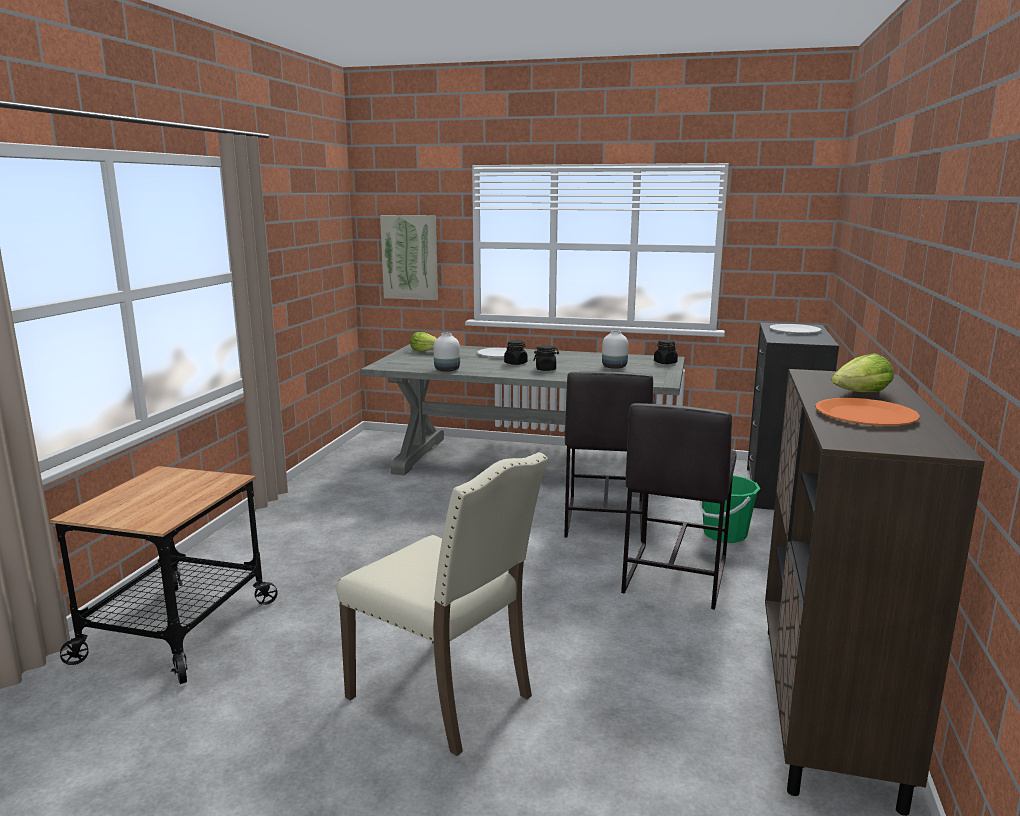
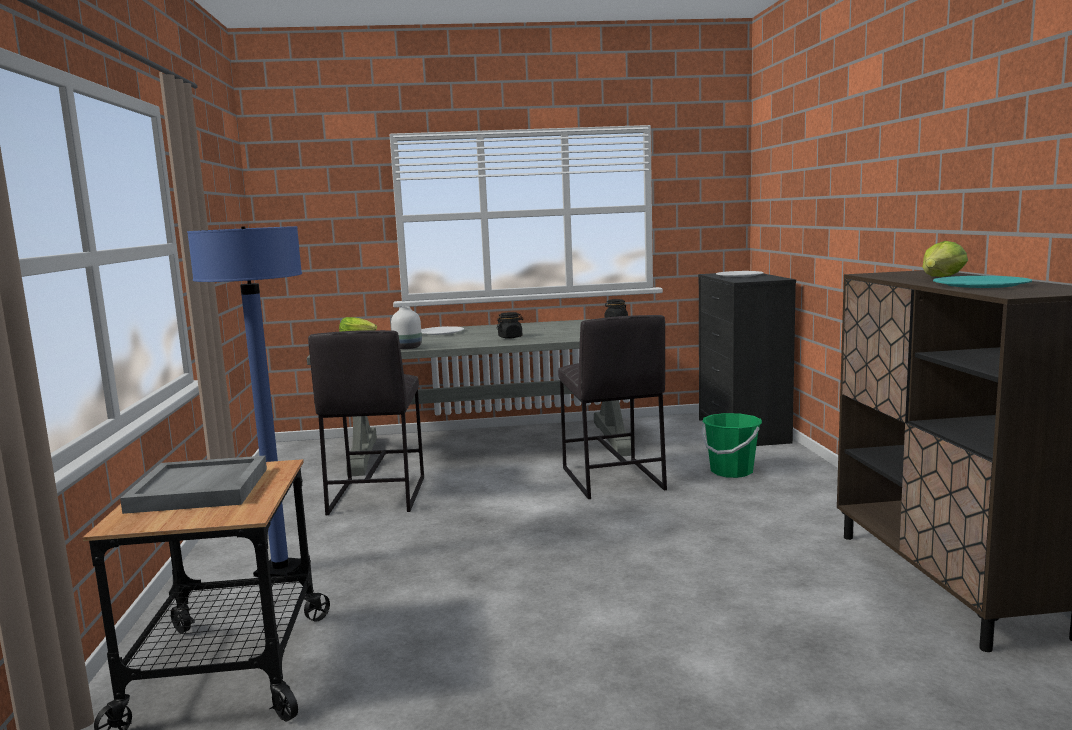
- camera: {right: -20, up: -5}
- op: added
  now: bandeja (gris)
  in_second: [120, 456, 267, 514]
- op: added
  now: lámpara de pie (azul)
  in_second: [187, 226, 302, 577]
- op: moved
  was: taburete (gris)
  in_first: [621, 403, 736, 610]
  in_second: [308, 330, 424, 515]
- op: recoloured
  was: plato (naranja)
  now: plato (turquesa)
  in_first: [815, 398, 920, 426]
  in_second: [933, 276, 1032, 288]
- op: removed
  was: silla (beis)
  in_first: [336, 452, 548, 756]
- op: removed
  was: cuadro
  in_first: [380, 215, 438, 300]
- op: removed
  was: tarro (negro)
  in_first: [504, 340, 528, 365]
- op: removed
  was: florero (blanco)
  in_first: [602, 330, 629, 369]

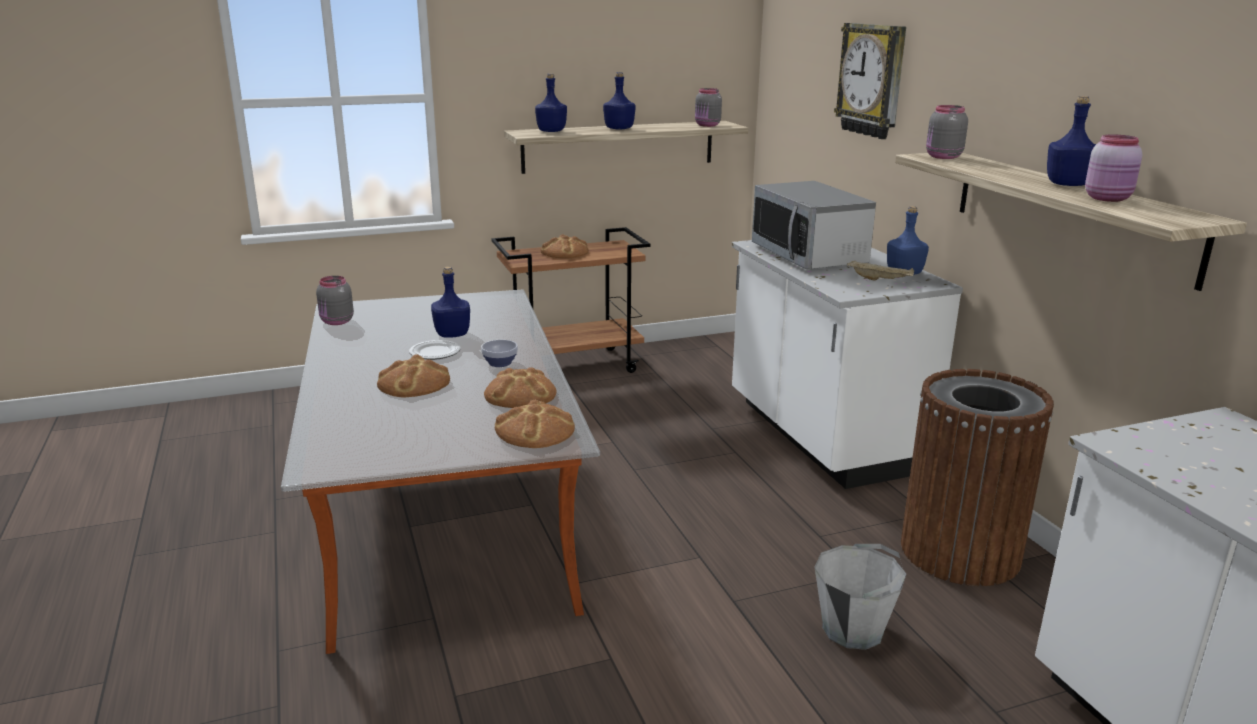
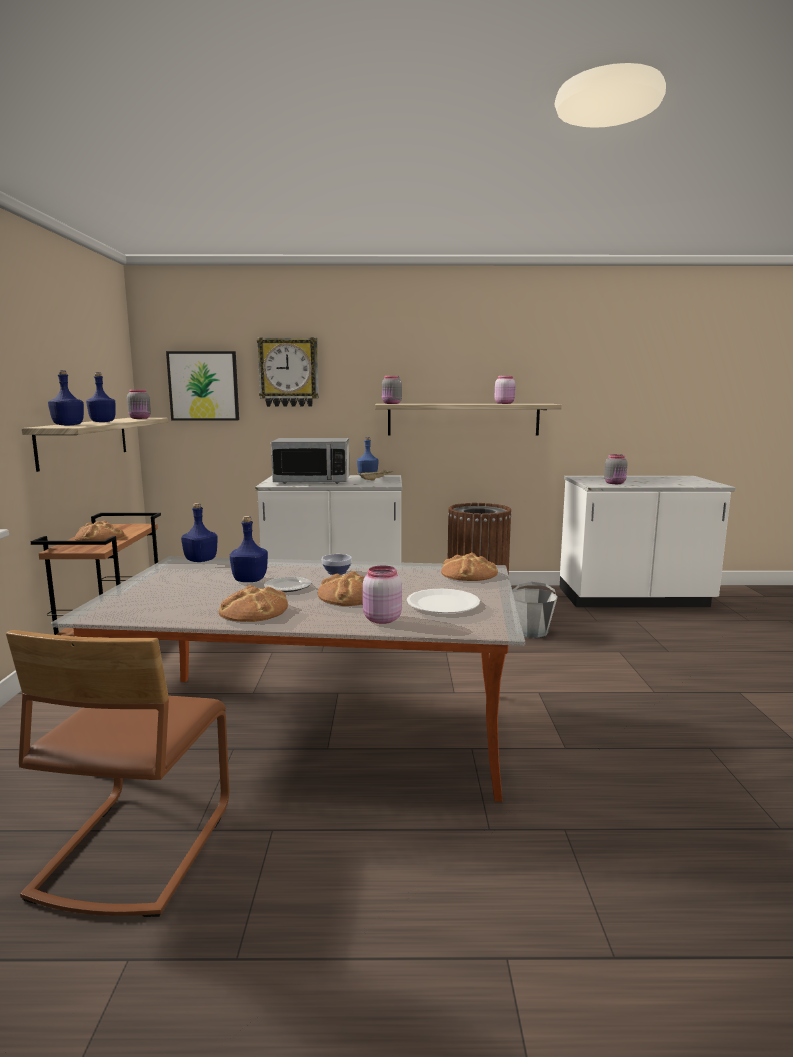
- camera: {right: -70, up: -10}
- op: added
  now: silla (marrón)
  in_second: [6, 630, 229, 917]
- op: added
  now: cuadro
  in_second: [166, 351, 239, 420]
- op: moved
  was: botella (azul)
  in_first: [1047, 96, 1096, 186]
  in_second: [181, 503, 218, 562]
- op: moved
  was: pan
  in_first: [484, 367, 557, 408]
  in_second: [219, 585, 288, 622]
- op: added
  now: tarro (rosa)
  in_second: [363, 566, 402, 624]
- op: added
  now: plato (blanco)
  in_second: [407, 589, 480, 613]
- op: moved
  was: tarro (gris)
  in_first: [316, 276, 354, 325]
  in_second: [604, 454, 628, 484]

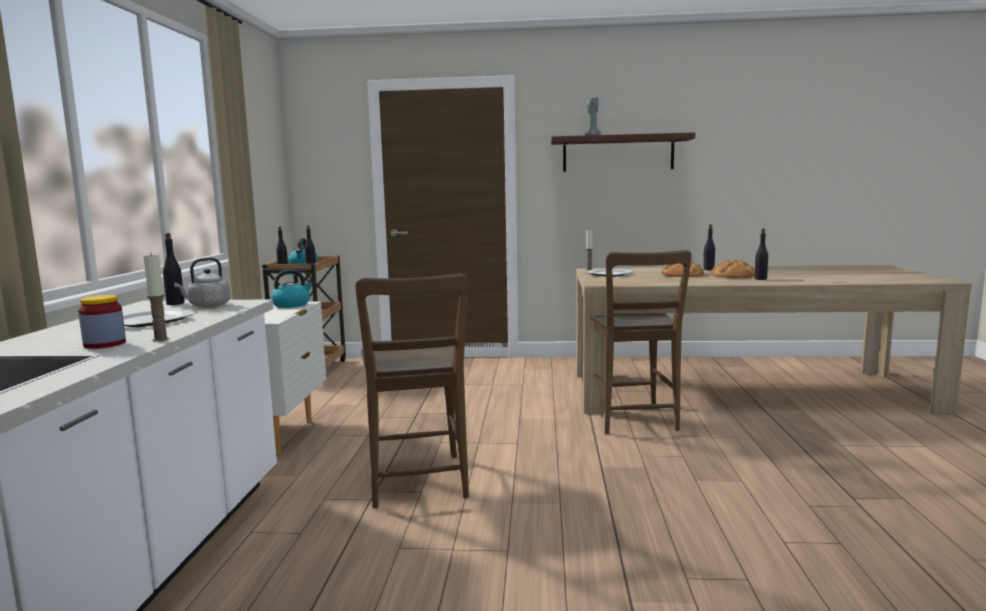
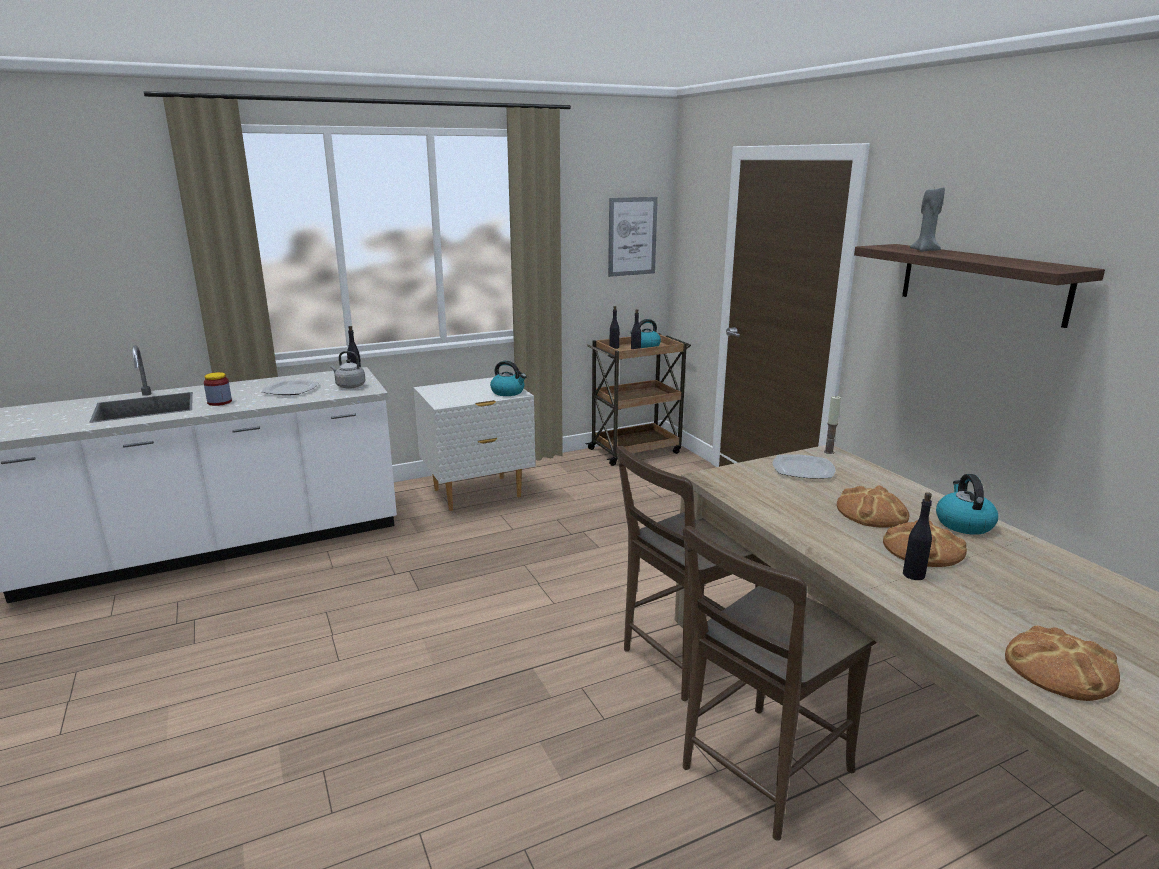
- camera: {right: 60, up: 10}
- op: added
  now: cuadro
  in_second: [608, 197, 658, 277]
- op: moved
  was: silla (marrón)
  in_first: [355, 273, 469, 508]
  in_second: [683, 526, 877, 841]
- op: replaced
  was: botella (negro)
  now: hervidor
  in_first: [703, 224, 715, 270]
  in_second: [936, 474, 998, 535]
- op: added
  now: pan
  in_second: [1005, 625, 1120, 701]
- op: removed
  was: vela
  in_first: [144, 253, 169, 342]

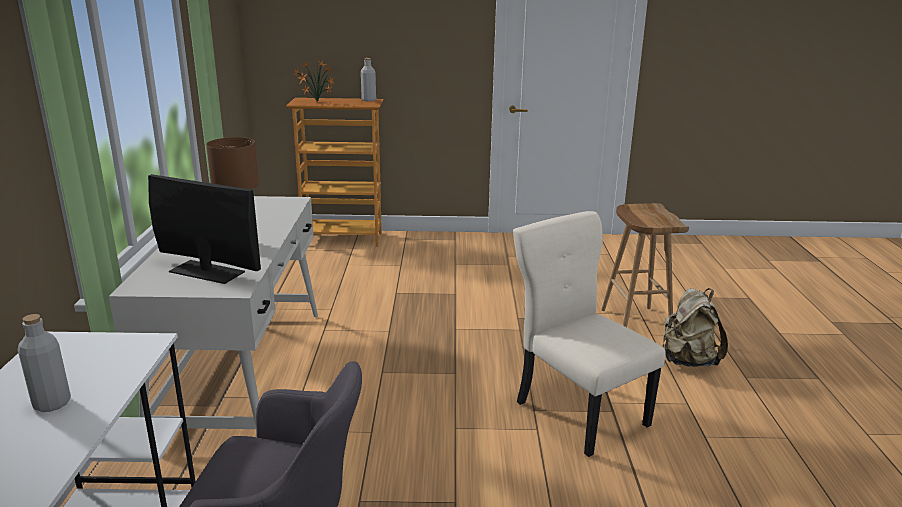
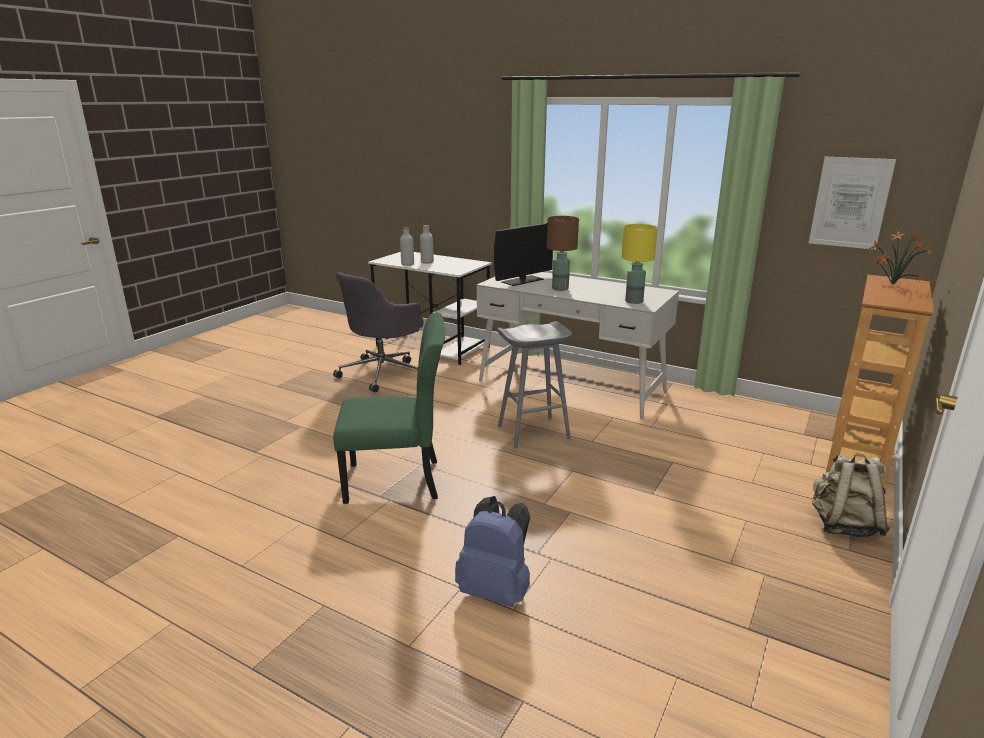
- camera: {right: 120, up: 0}
- op: recoloured
  was: silla (beis)
  now: silla (verde)
  in_first: [513, 211, 665, 457]
  in_second: [333, 312, 445, 504]
- op: moved
  was: botella (gris)
  in_first: [361, 58, 376, 101]
  in_second: [400, 227, 414, 266]
- op: replaced
  was: taburete (marrón)
  now: mochila (azul)
  in_first: [601, 203, 689, 327]
  in_second: [455, 496, 531, 607]
- op: added
  now: taburete (gris)
  in_second: [498, 321, 572, 449]
- op: added
  now: lámpara de mesa (amarillo)
  in_second: [621, 224, 658, 304]
- op: added
  now: cuadro
  in_second: [809, 156, 896, 250]
- op: moved
  was: mochila (beis)
  in_first: [662, 288, 728, 367]
  in_second: [812, 453, 890, 538]

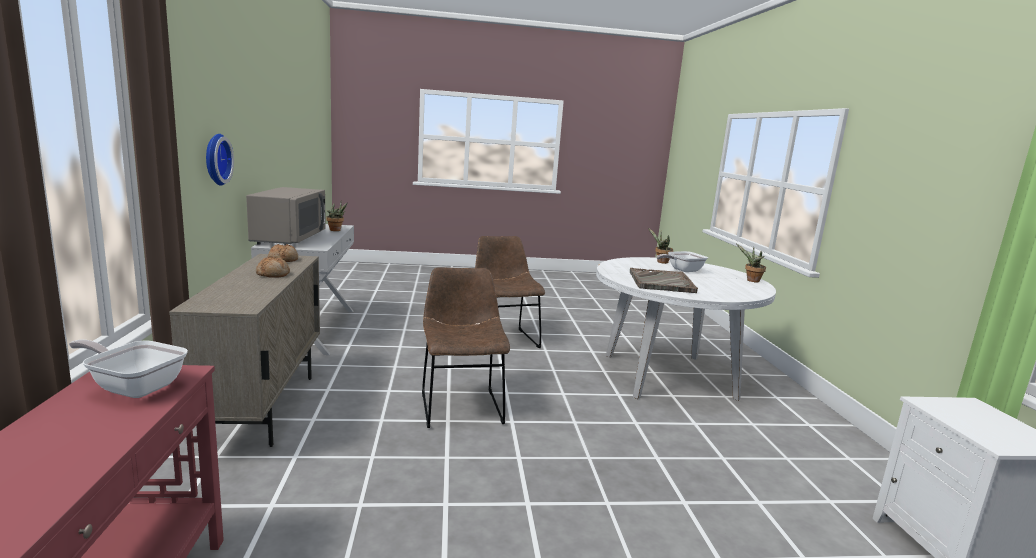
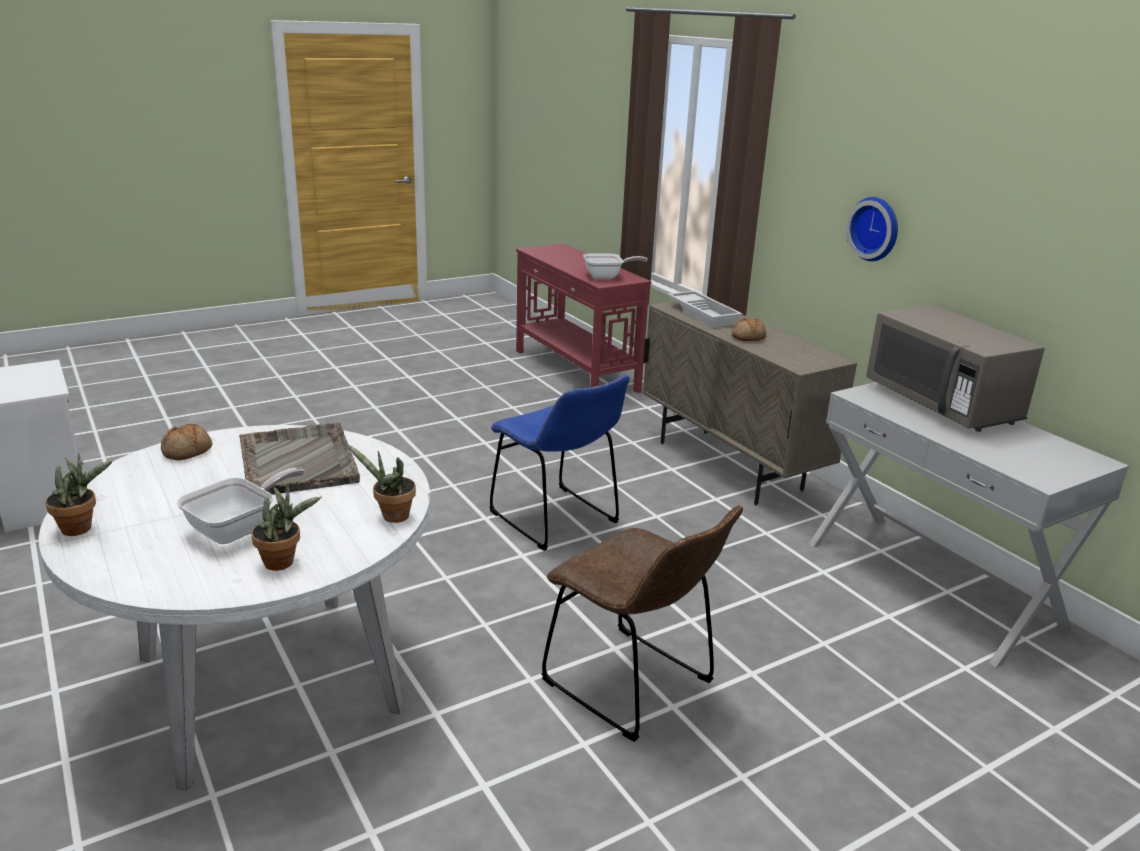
- camera: {right: 155, up: 10}
- op: moved
  was: pan
  in_first: [268, 244, 298, 262]
  in_second: [161, 424, 213, 460]
- op: moved
  was: planta en maceta
  in_first: [326, 202, 348, 231]
  in_second: [346, 443, 416, 523]
- op: recoloured
  was: silla (marrón)
  now: silla (azul)
  in_first: [422, 267, 510, 428]
  in_second: [489, 375, 630, 551]
- op: added
  now: bandeja (blanco)
  in_second: [667, 291, 742, 328]

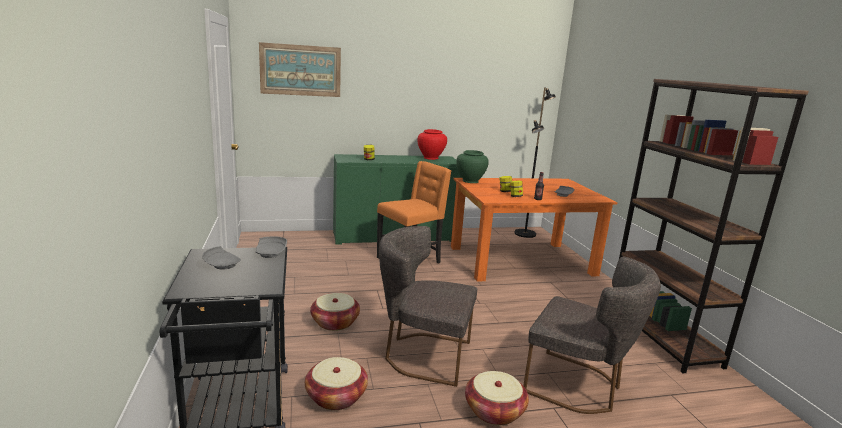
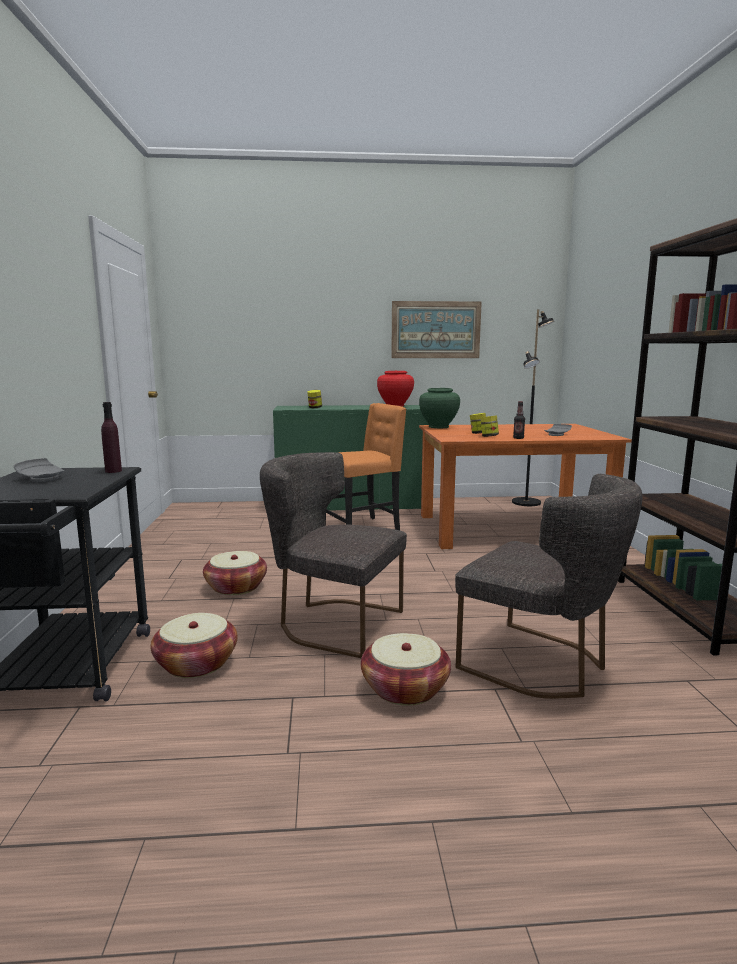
- camera: {right: 10, up: -5}
- op: replaced
  was: plato (gris)
  now: botella (morado)
  in_first: [256, 236, 287, 258]
  in_second: [101, 402, 122, 473]
- op: moved
  was: cuadro
  in_first: [259, 42, 341, 97]
  in_second: [391, 301, 482, 358]

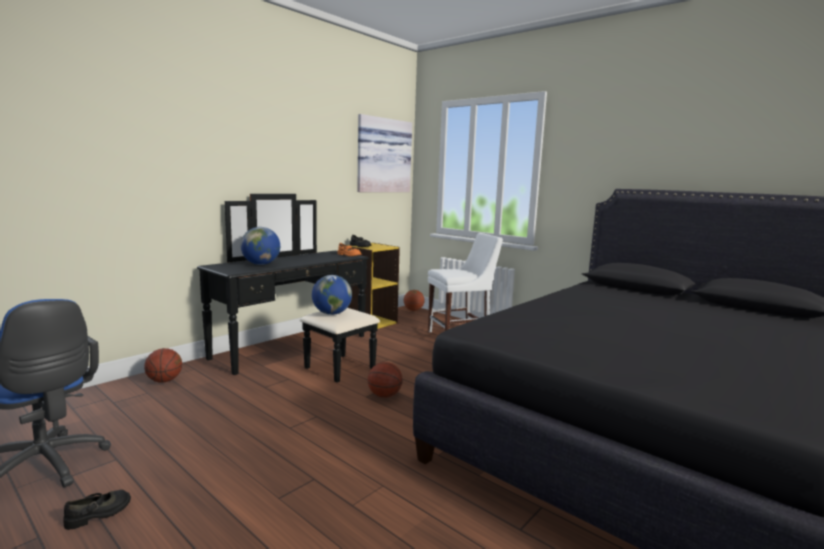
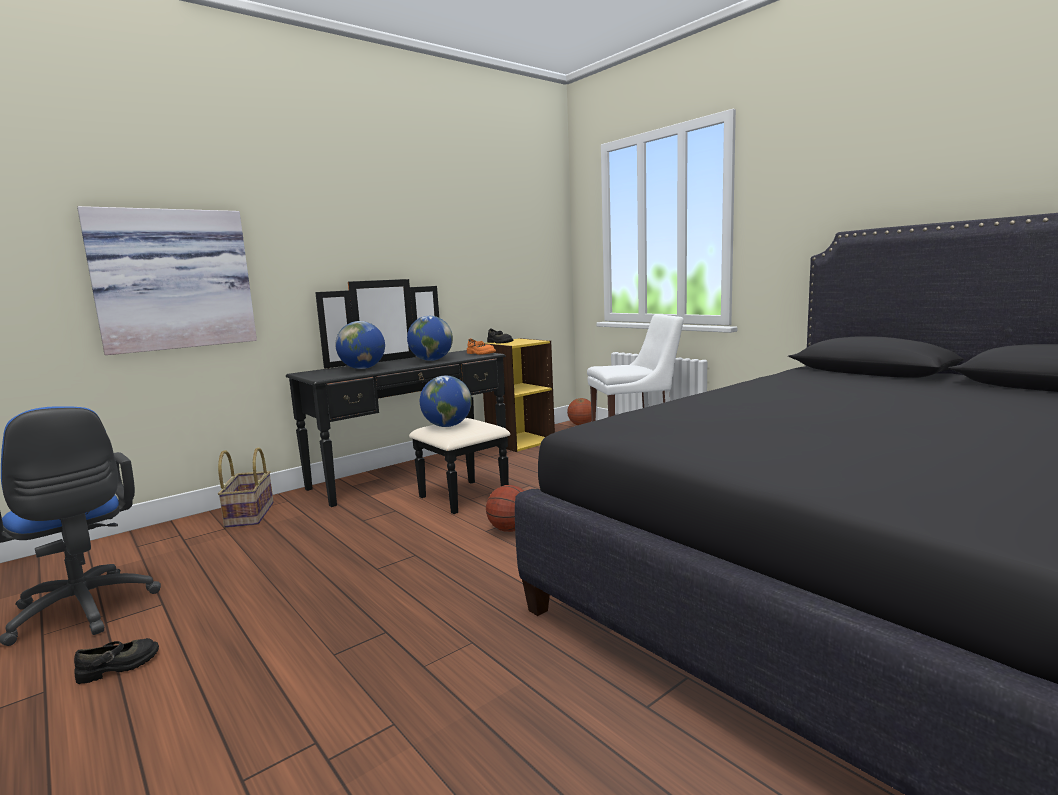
- camera: {right: 10, up: 0}
- op: moved
  was: cuadro
  in_first: [357, 114, 412, 192]
  in_second: [77, 206, 257, 355]
- op: replaced
  was: balón de baloncesto
  now: cesta
  in_first: [144, 348, 182, 382]
  in_second: [218, 447, 274, 528]
- op: added
  now: globo terráqueo
  in_second: [407, 316, 453, 361]

